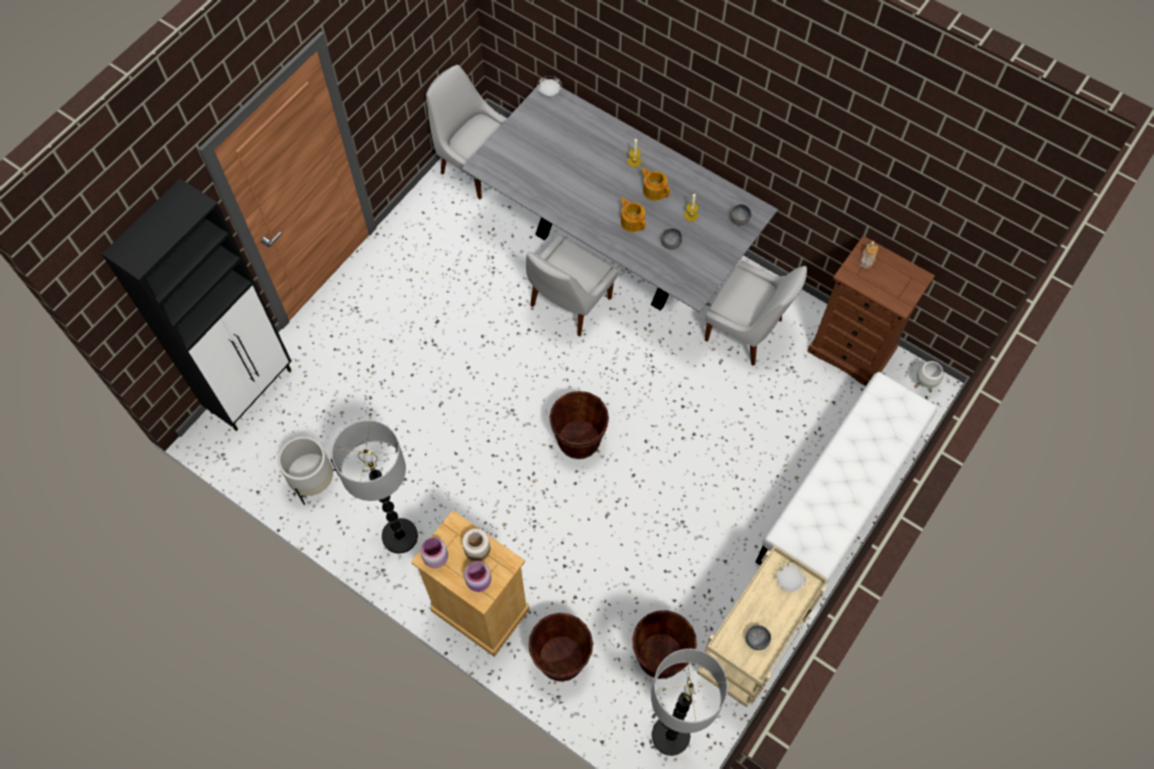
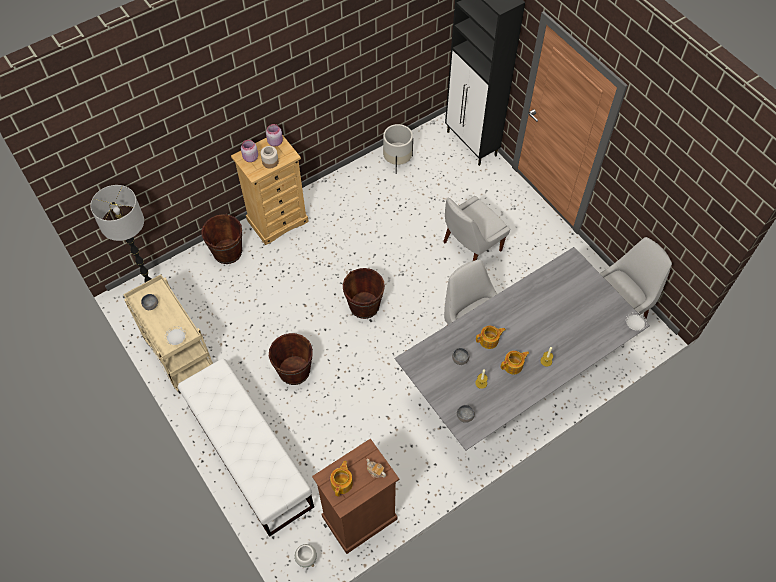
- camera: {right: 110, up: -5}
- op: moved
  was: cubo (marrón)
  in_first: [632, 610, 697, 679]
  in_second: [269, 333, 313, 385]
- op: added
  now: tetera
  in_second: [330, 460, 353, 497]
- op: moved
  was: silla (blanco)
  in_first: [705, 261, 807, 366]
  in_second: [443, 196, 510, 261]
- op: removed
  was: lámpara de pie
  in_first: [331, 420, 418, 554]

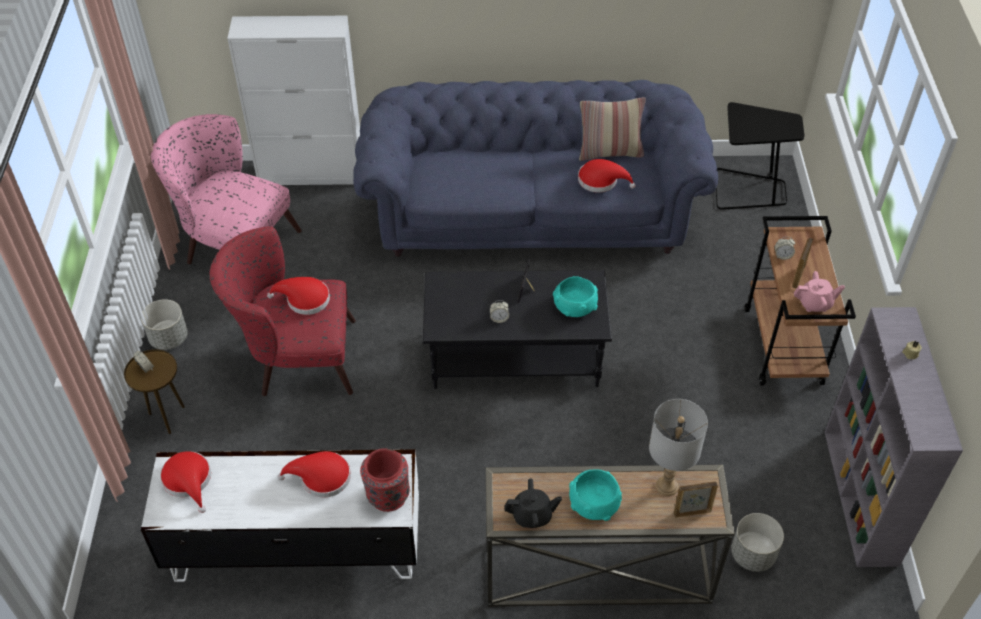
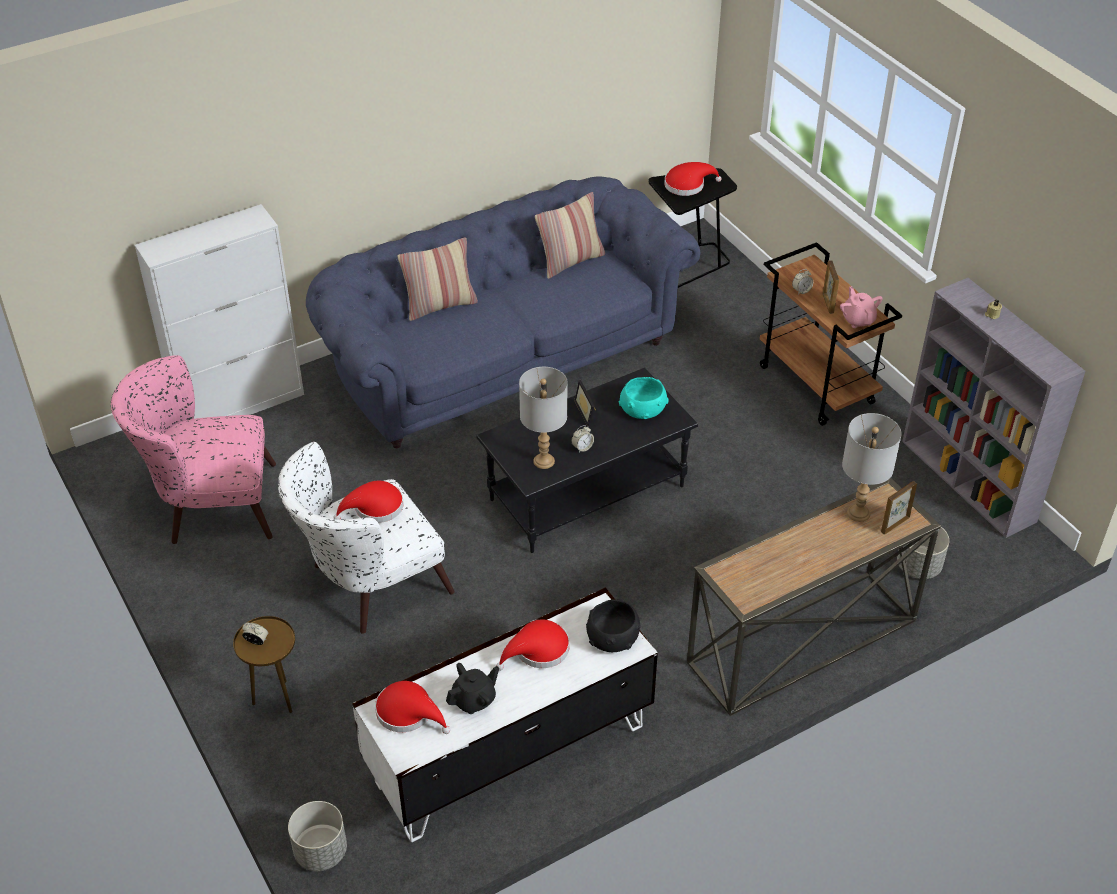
- camera: {right: -30, up: -5}
- op: recoloured
  was: sillón (rojo)
  now: sillón (blanco)
  in_first: [209, 226, 356, 396]
  in_second: [278, 442, 455, 634]
- op: moved
  was: maceta (gris)
  in_first: [141, 299, 188, 350]
  in_second: [288, 801, 347, 871]
- op: added
  now: cojín
  in_second: [398, 237, 478, 321]
- op: moved
  was: tetera (negro)
  in_first: [504, 478, 562, 528]
  in_second: [446, 663, 499, 714]
- op: added
  now: lámpara de mesa (gris)
  in_second: [519, 367, 568, 469]
- op: replaced
  was: florero (rojo)
  now: cuenco (negro)
  in_first: [360, 449, 410, 512]
  in_second: [586, 599, 641, 652]
- op: moved
  was: sombrero (rojo)
  in_first: [578, 159, 636, 193]
  in_second: [664, 162, 722, 196]
- op: turned
  was: tetera (rosa)
  in_first: [794, 271, 845, 312]
  in_second: [840, 286, 883, 328]
  clockwise: -75
- op: removed
  was: cuenco (turquesa)
  in_first: [569, 469, 622, 521]

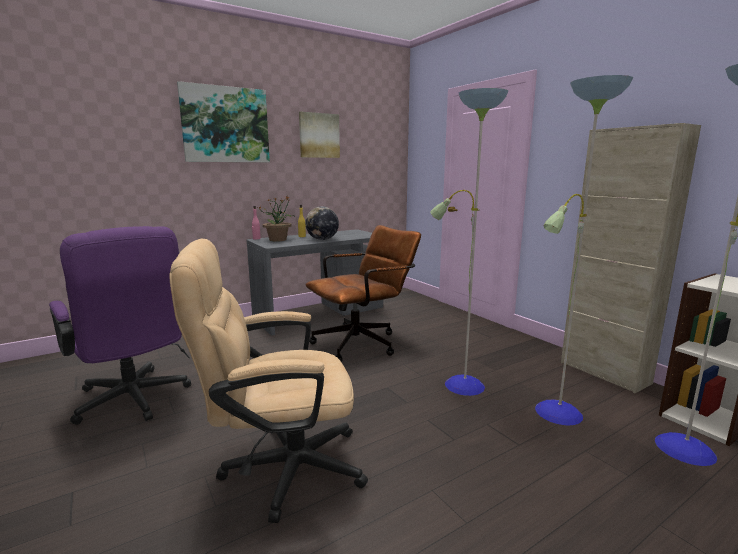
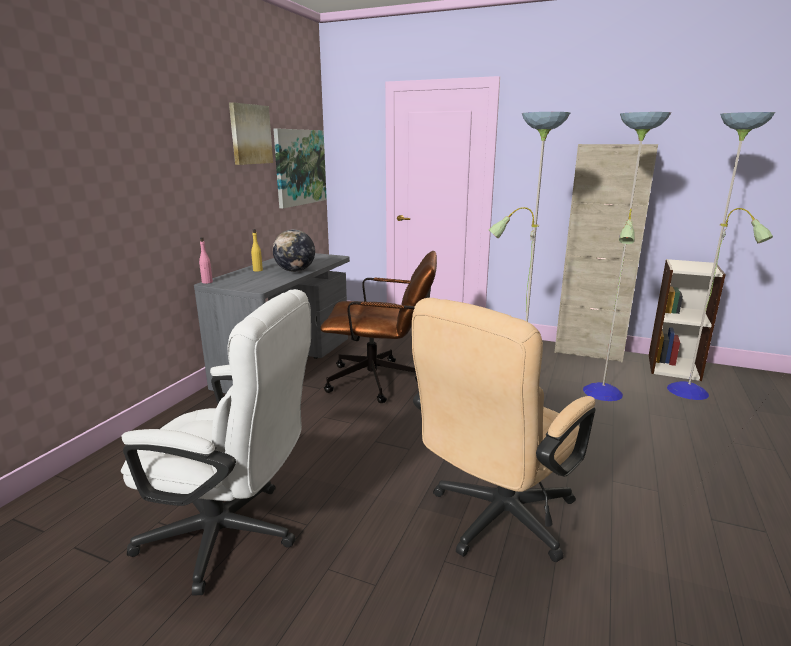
- camera: {right: -35, up: 5}
- op: recoloured
  was: silla de oficina (morado)
  now: silla de oficina (blanco)
  in_first: [49, 226, 191, 425]
  in_second: [121, 289, 311, 596]
- op: moved
  was: cuadro
  in_first: [177, 81, 270, 162]
  in_second: [273, 128, 327, 209]
- op: turned
  was: silla de oficina (marrón)
  in_first: [306, 225, 421, 362]
  in_second: [320, 251, 437, 403]
  clockwise: 75
- op: removed
  was: planta en maceta
  in_first: [259, 196, 294, 241]

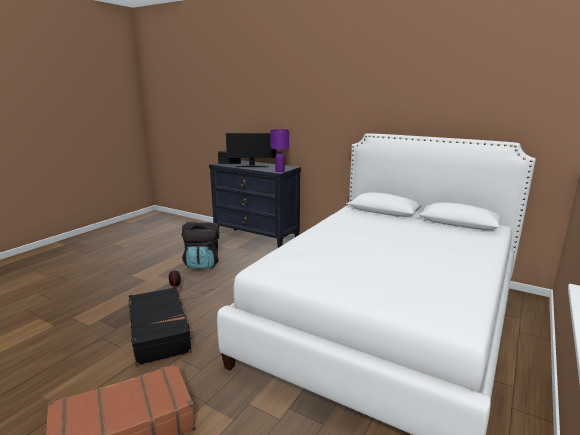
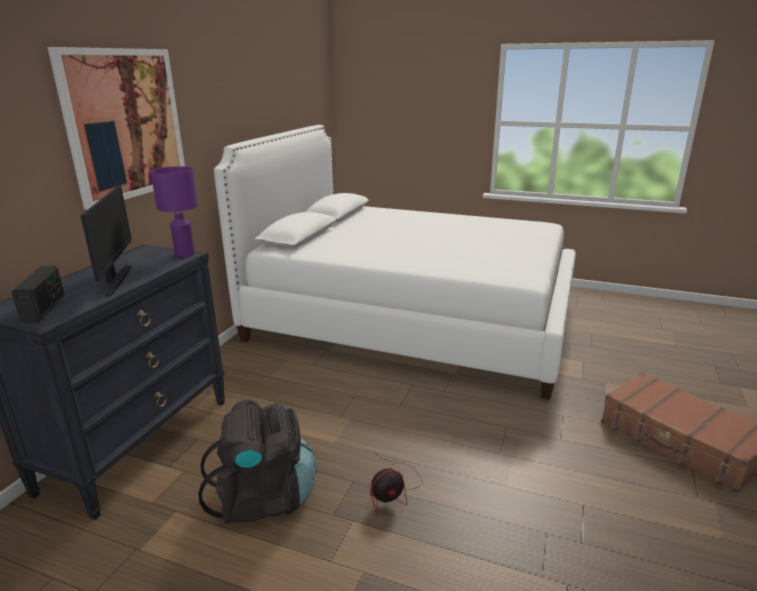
- camera: {right: -100, up: 5}
- op: added
  now: cuadro
  in_second: [47, 47, 185, 210]
- op: removed
  was: maleta (negro)
  in_first: [129, 287, 194, 366]

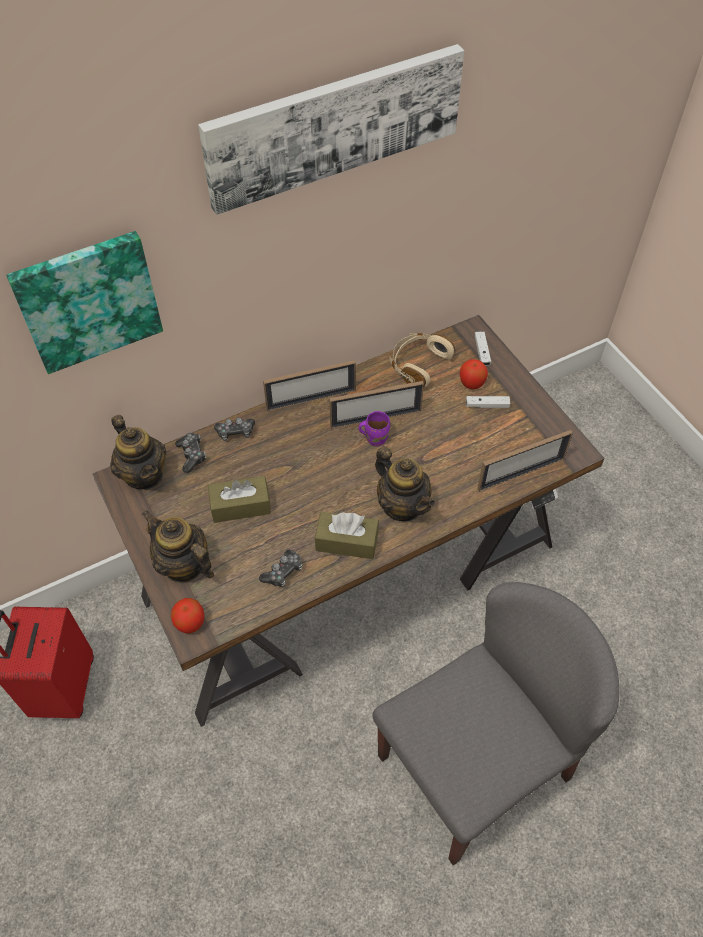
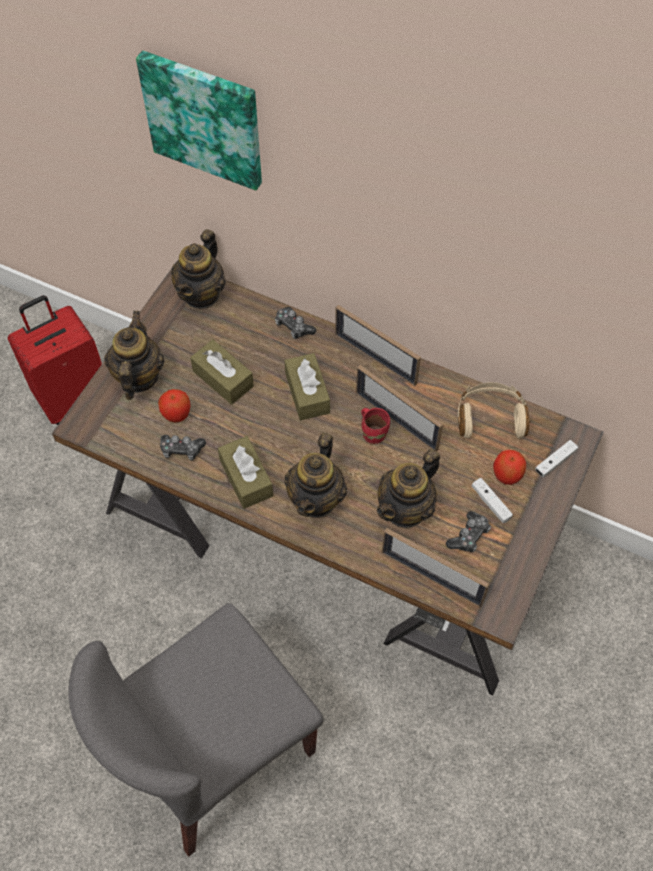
- camera: {right: 55, up: 5}
- op: turned
  was: silla (gris)
  in_first: [373, 582, 619, 866]
  in_second: [69, 603, 324, 857]
  clockwise: 120
- op: moved
  was: manzana
  in_first: [171, 598, 204, 633]
  in_second: [158, 389, 190, 422]
- op: added
  now: caja de pañuelos (marrón)
  in_second: [284, 353, 330, 420]
- op: recoloured
  was: taza grande (morado)
  now: taza grande (rojo)
  in_first: [358, 411, 390, 446]
  in_second: [361, 408, 390, 444]
- op: added
  now: tetera
  in_second: [376, 449, 440, 529]
- op: moved
  was: mando de consola
  in_first: [175, 433, 206, 473]
  in_second: [446, 511, 491, 552]
- op: removed
  was: cuadro
  in_first: [198, 44, 464, 215]

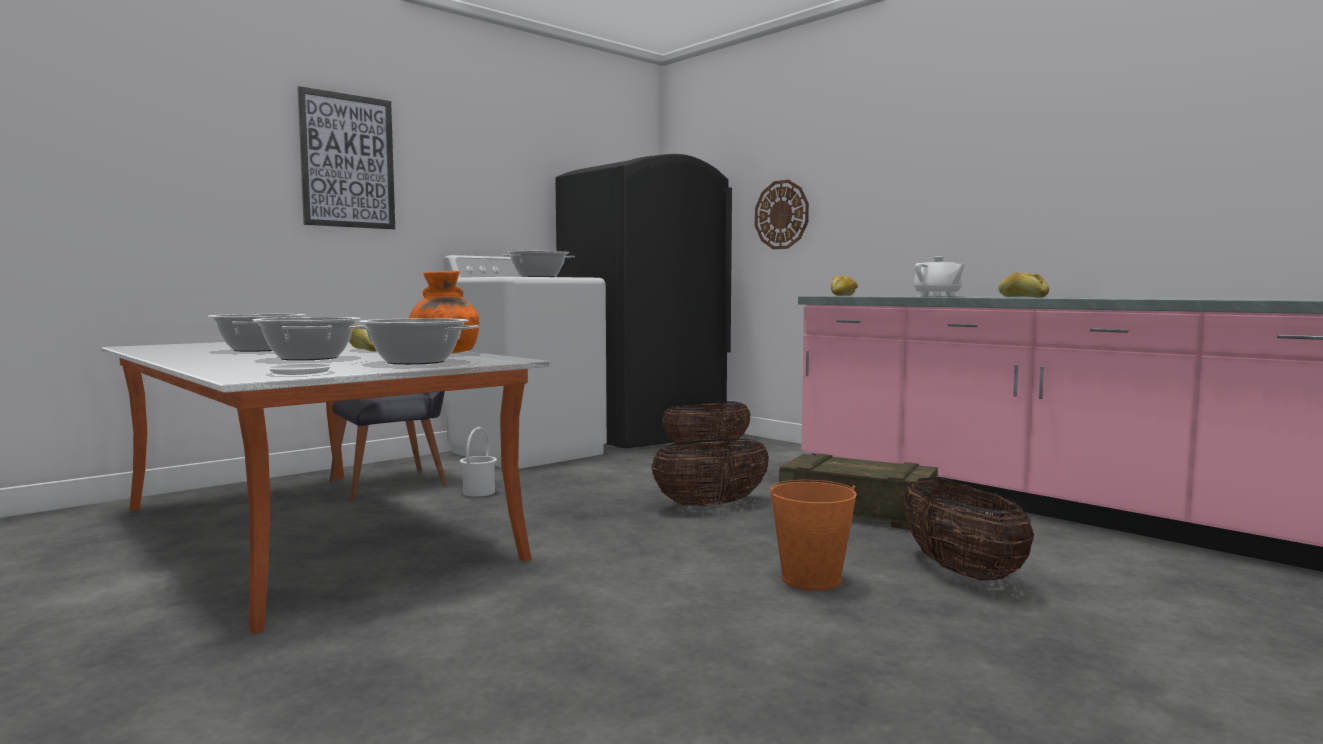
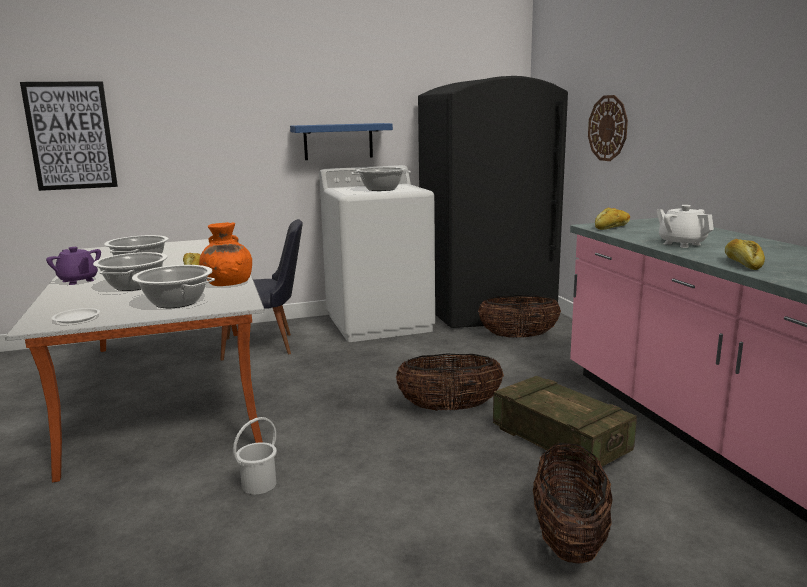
- camera: {right: 25, up: 10}
- op: moved
  was: cuadro
  in_first: [297, 86, 395, 229]
  in_second: [20, 81, 118, 191]
- op: added
  now: tetera (morado)
  in_second: [46, 247, 101, 285]
- op: moved
  was: cubo (blanco)
  in_first: [460, 427, 497, 497]
  in_second: [233, 417, 277, 494]
- op: added
  now: estante (azul)
  in_second: [290, 123, 393, 160]
- op: turned
  was: tetera (blanco)
  in_first: [914, 256, 965, 297]
  in_second: [656, 205, 714, 248]
  clockwise: 150
- op: removed
  was: cubo (naranja)
  in_first: [770, 480, 857, 591]

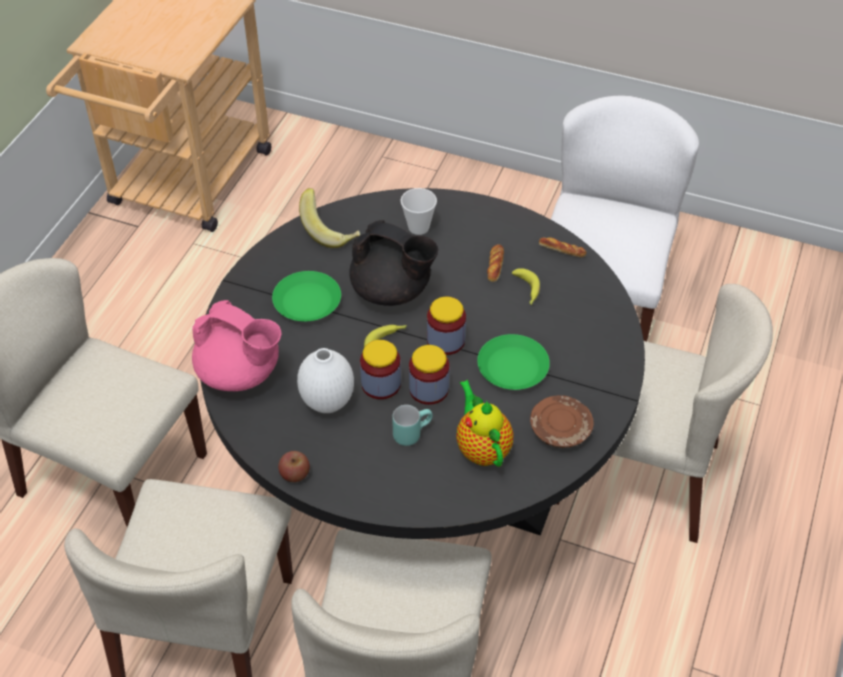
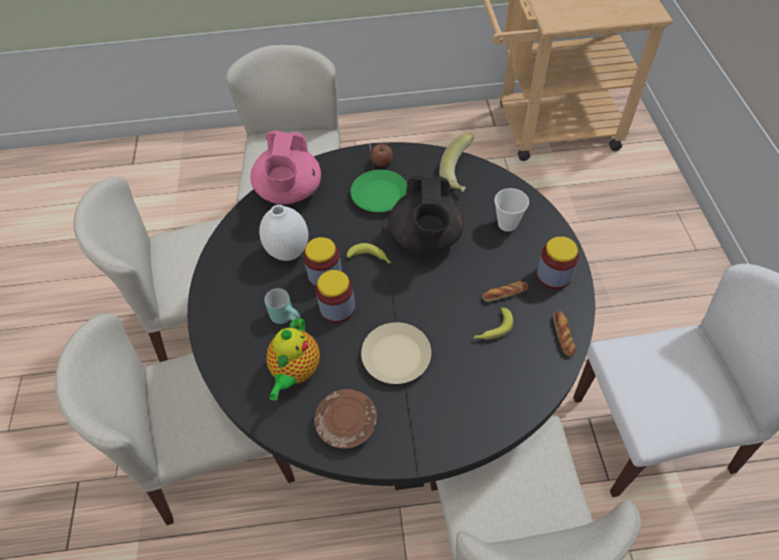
- camera: {right: 65, up: 5}
- op: turned
  was: tetera
  in_first: [456, 380, 513, 467]
  in_second: [266, 317, 320, 401]
  clockwise: 150
- op: recoloured
  was: plato (verde)
  now: plato (beis)
  in_first: [477, 334, 550, 390]
  in_second: [361, 322, 431, 384]
- op: moved
  was: manzana
  in_first: [278, 451, 310, 482]
  in_second: [371, 144, 393, 167]
- op: moved
  was: tarro
  in_first: [427, 297, 466, 355]
  in_second: [537, 236, 579, 289]

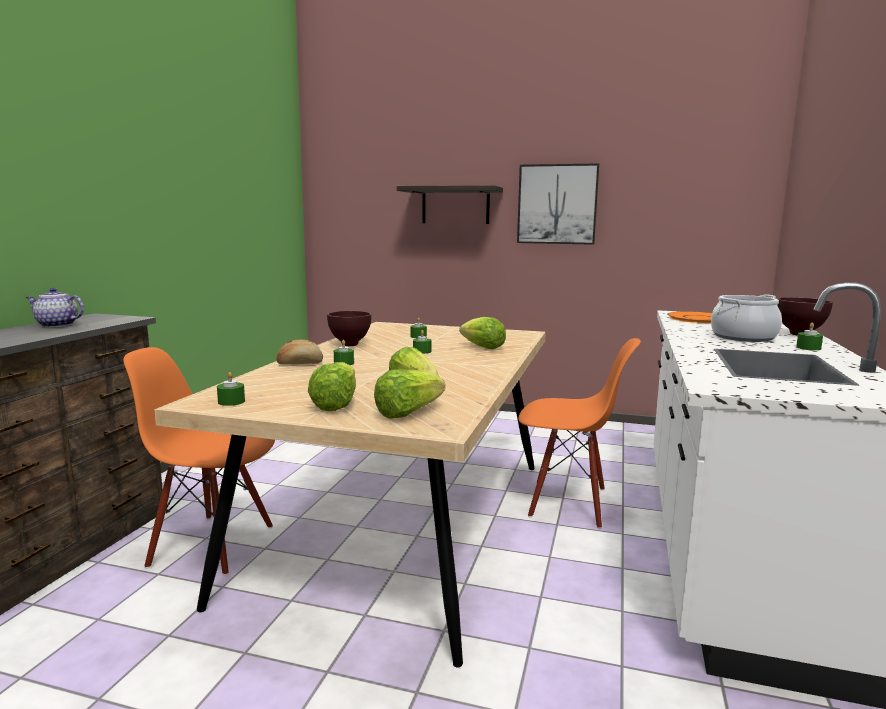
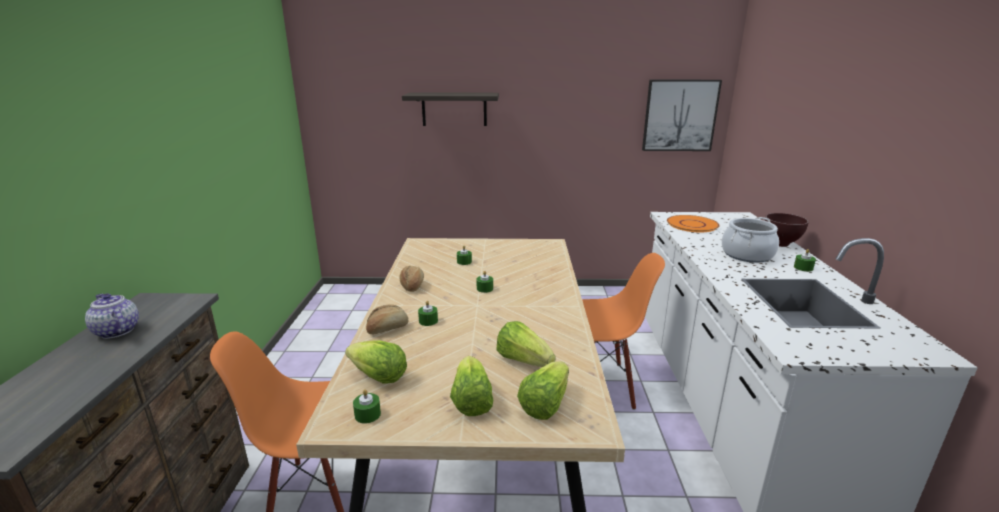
- camera: {right: -15, up: 10}
- op: turned
  was: tetera
  in_first: [26, 288, 84, 327]
  in_second: [85, 293, 139, 339]
  clockwise: 45
- op: moved
  was: lechuga
  in_first: [459, 317, 506, 349]
  in_second: [345, 340, 407, 384]
- op: replaced
  was: cuenco (marrón)
  now: pan
  in_first: [327, 311, 371, 346]
  in_second: [399, 266, 424, 292]
- op: moved
  was: cuadro
  in_first: [517, 163, 599, 245]
  in_second: [642, 80, 722, 151]

